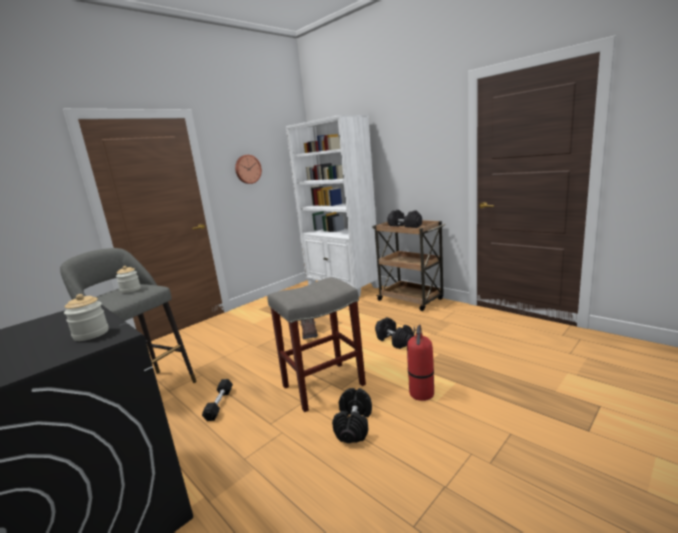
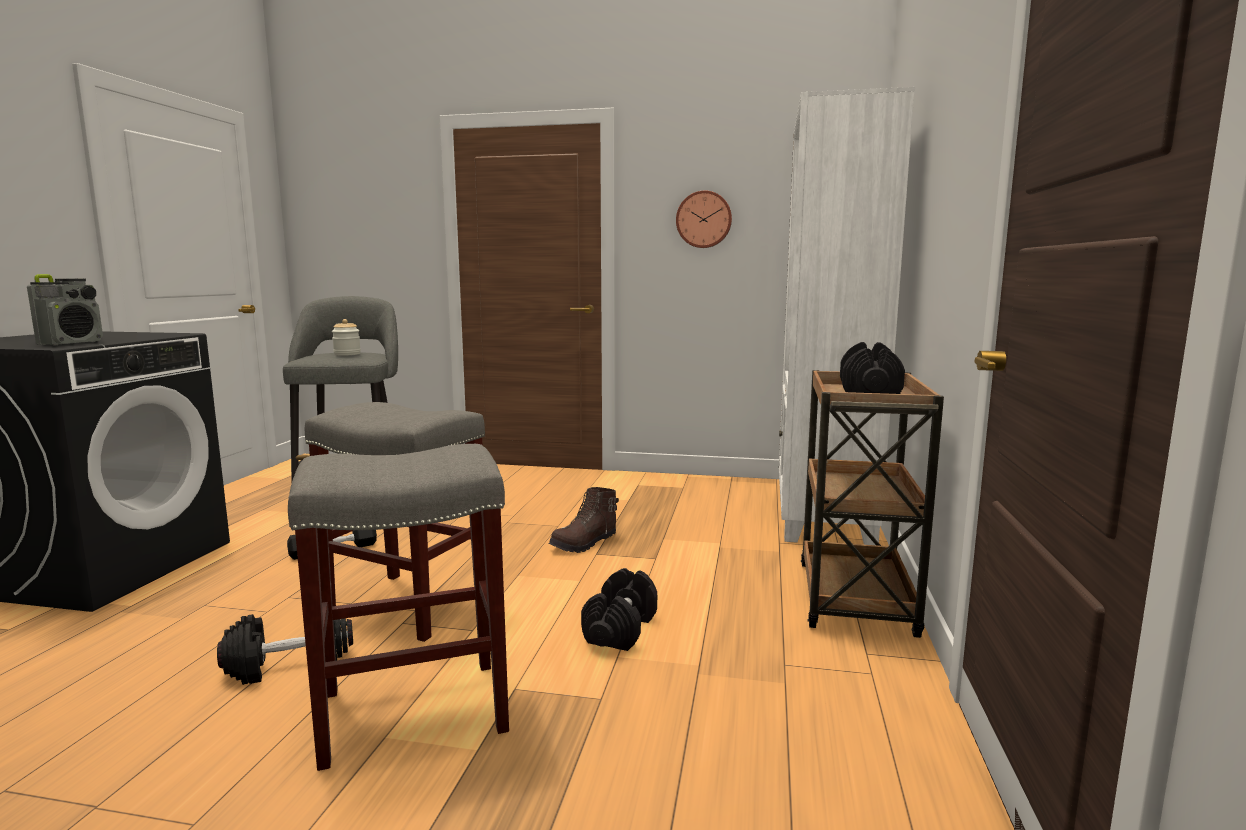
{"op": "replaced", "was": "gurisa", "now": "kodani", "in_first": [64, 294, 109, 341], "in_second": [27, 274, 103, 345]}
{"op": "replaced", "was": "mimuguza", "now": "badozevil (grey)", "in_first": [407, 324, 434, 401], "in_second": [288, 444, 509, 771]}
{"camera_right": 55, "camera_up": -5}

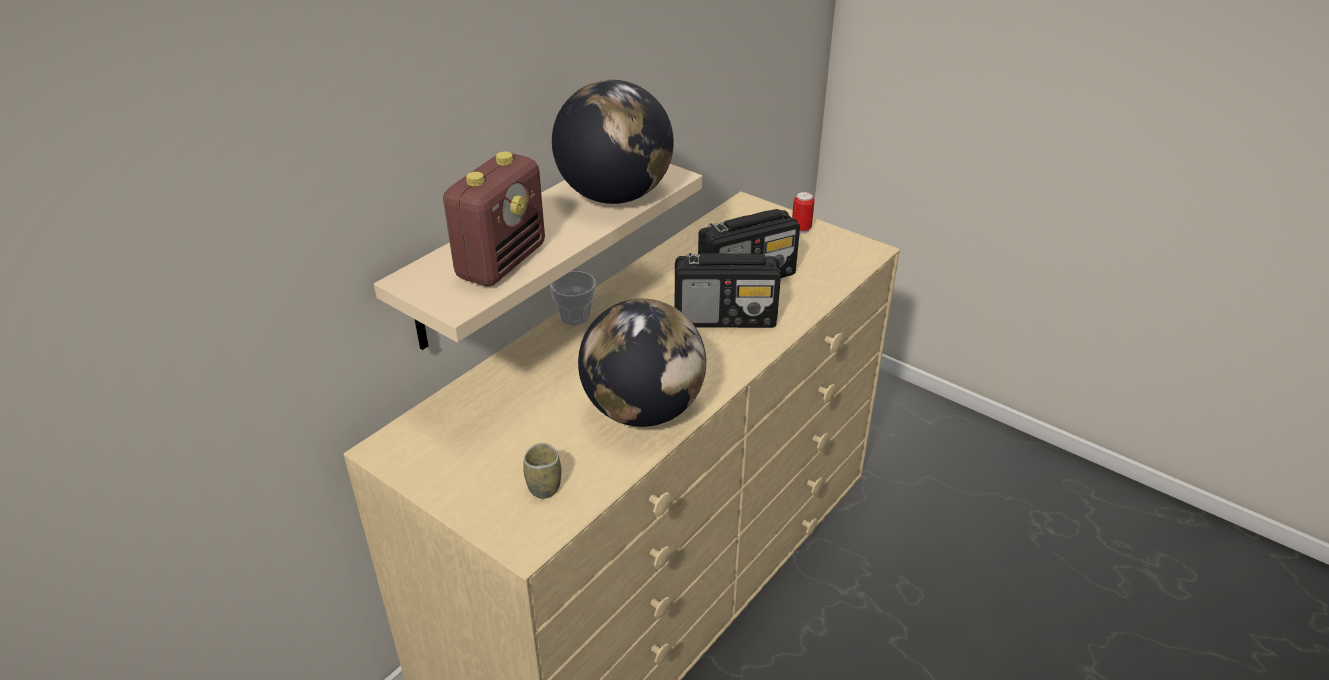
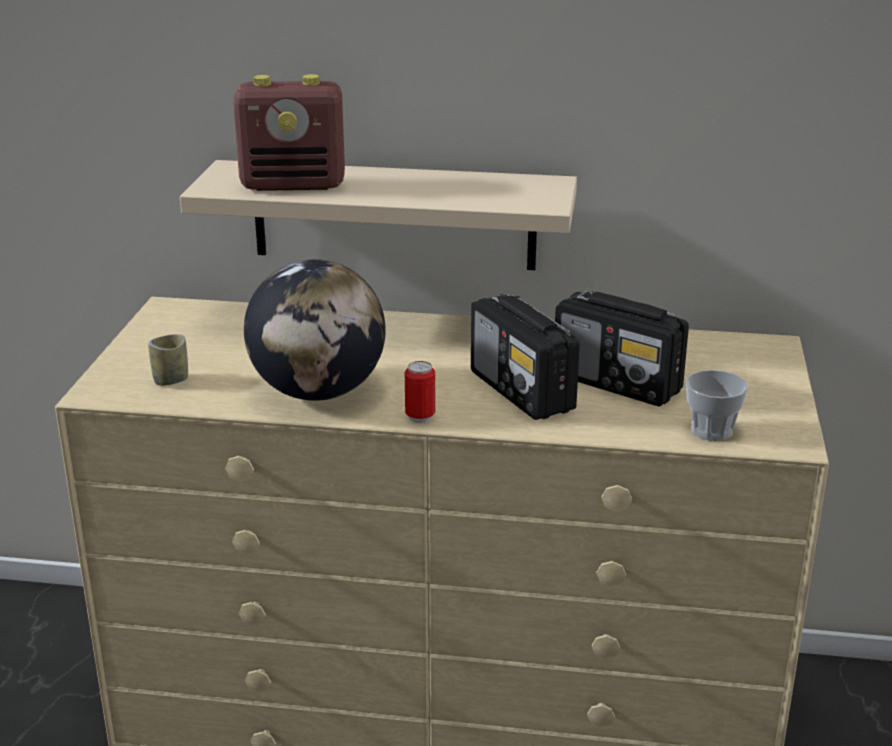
{"op": "moved", "was": "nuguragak", "in_first": [792, 192, 814, 233], "in_second": [405, 361, 435, 423]}
{"op": "moved", "was": "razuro", "in_first": [550, 271, 595, 325], "in_second": [686, 370, 748, 441]}
{"op": "removed", "was": "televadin", "in_first": [552, 80, 674, 204]}
{"camera_right": 60, "camera_up": -10}

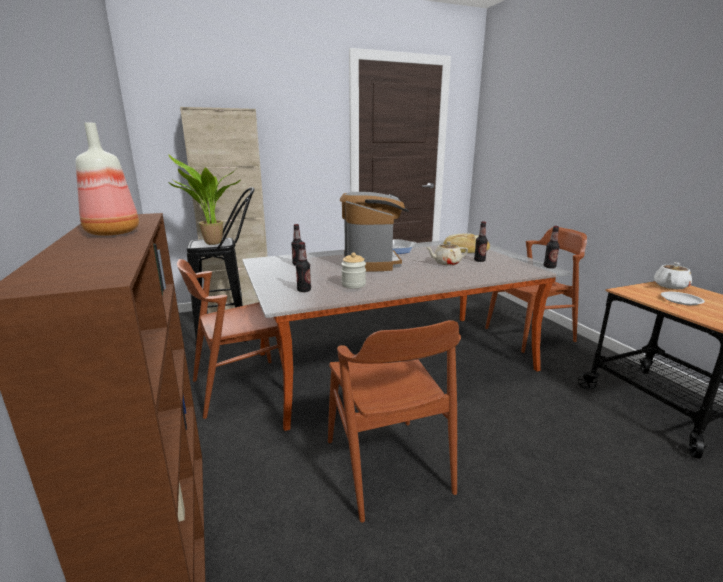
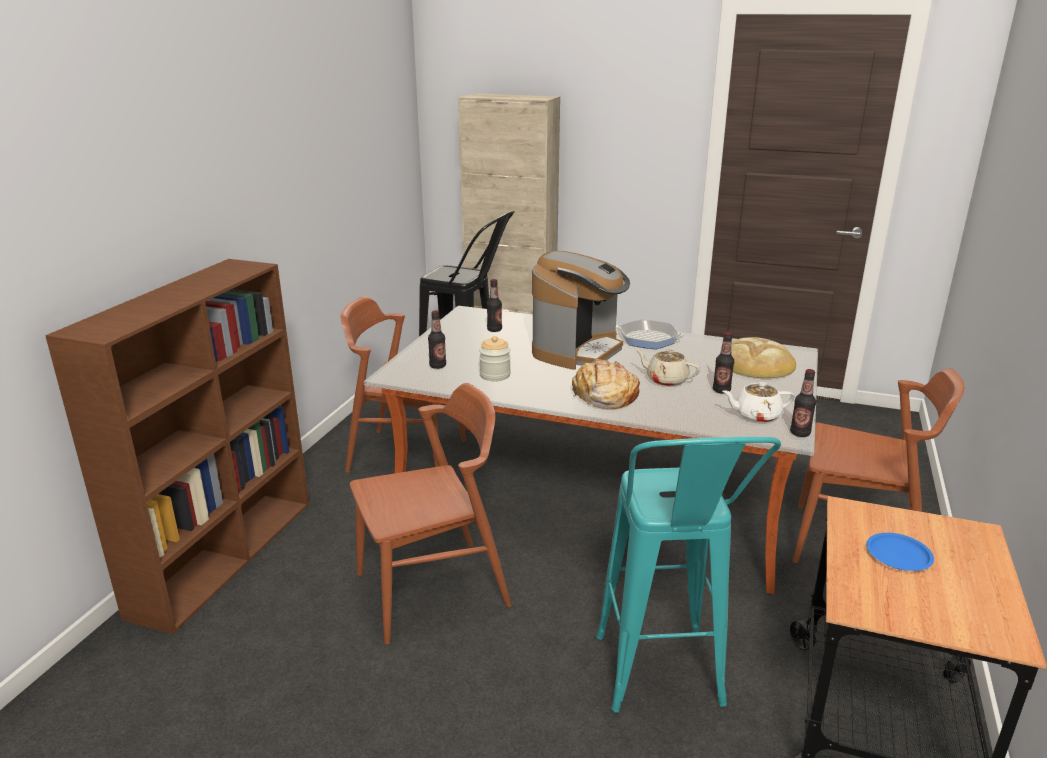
{"op": "turned", "was": "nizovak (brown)", "in_first": [328, 320, 461, 523], "in_second": [350, 383, 511, 644], "clockwise": -135}
{"op": "added", "now": "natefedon", "in_second": [572, 359, 640, 409]}
{"op": "added", "now": "badozevil (turquoise)", "in_second": [596, 437, 781, 713]}
{"op": "moved", "was": "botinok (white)", "in_first": [654, 262, 692, 289], "in_second": [722, 382, 795, 423]}
{"op": "recoloured", "was": "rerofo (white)", "now": "rerofo (blue)", "in_first": [661, 292, 705, 305], "in_second": [867, 533, 934, 571]}
{"op": "removed", "was": "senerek", "in_first": [76, 123, 139, 236]}
{"op": "removed", "was": "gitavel", "in_first": [168, 154, 241, 245]}
{"camera_right": 40, "camera_up": 5}

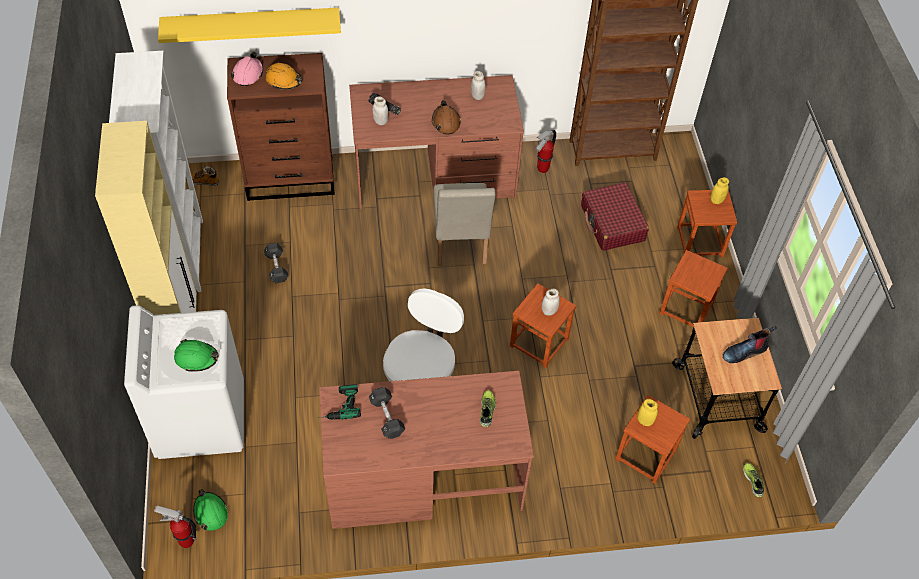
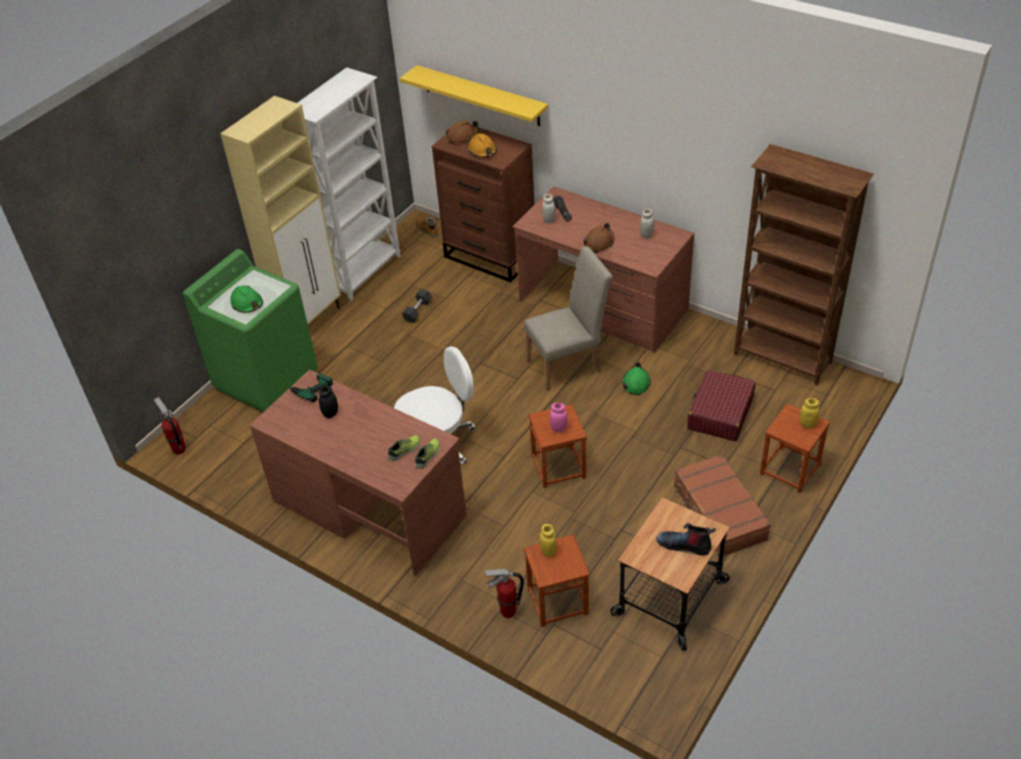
{"op": "recoloured", "was": "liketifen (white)", "now": "liketifen (green)", "in_first": [124, 305, 244, 459], "in_second": [183, 249, 318, 412]}
{"op": "replaced", "was": "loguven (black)", "now": "gurisa (black)", "in_first": [369, 387, 405, 439], "in_second": [319, 386, 338, 418]}
{"op": "moved", "was": "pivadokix", "in_first": [743, 463, 764, 497], "in_second": [415, 439, 440, 469]}
{"op": "recoloured", "was": "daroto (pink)", "now": "daroto (brown)", "in_first": [231, 52, 263, 86], "in_second": [446, 120, 479, 144]}
{"op": "moved", "was": "mimuguza", "in_first": [536, 130, 556, 173], "in_second": [484, 569, 524, 618]}
{"op": "turned", "was": "nizovak (beige)", "in_first": [433, 183, 496, 266], "in_second": [524, 246, 613, 391], "clockwise": -150}
{"op": "recoloured", "was": "gurisa (white)", "now": "gurisa (pink)", "in_first": [542, 288, 560, 316], "in_second": [550, 403, 568, 433]}
{"op": "moved", "was": "daroto (green)", "in_first": [193, 489, 228, 531], "in_second": [622, 362, 651, 395]}
{"op": "replaced", "was": "badozevil (brown)", "now": "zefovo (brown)", "in_first": [659, 250, 728, 327], "in_second": [674, 454, 771, 556]}
{"camera_right": 45, "camera_up": -10}

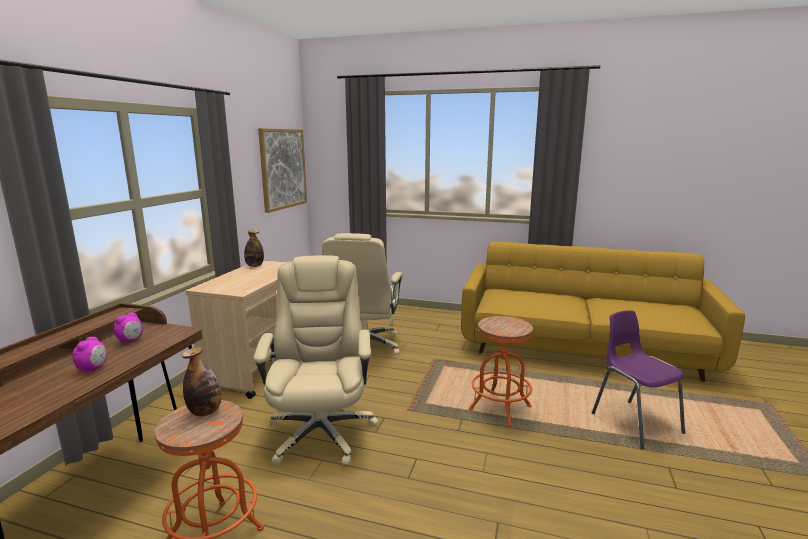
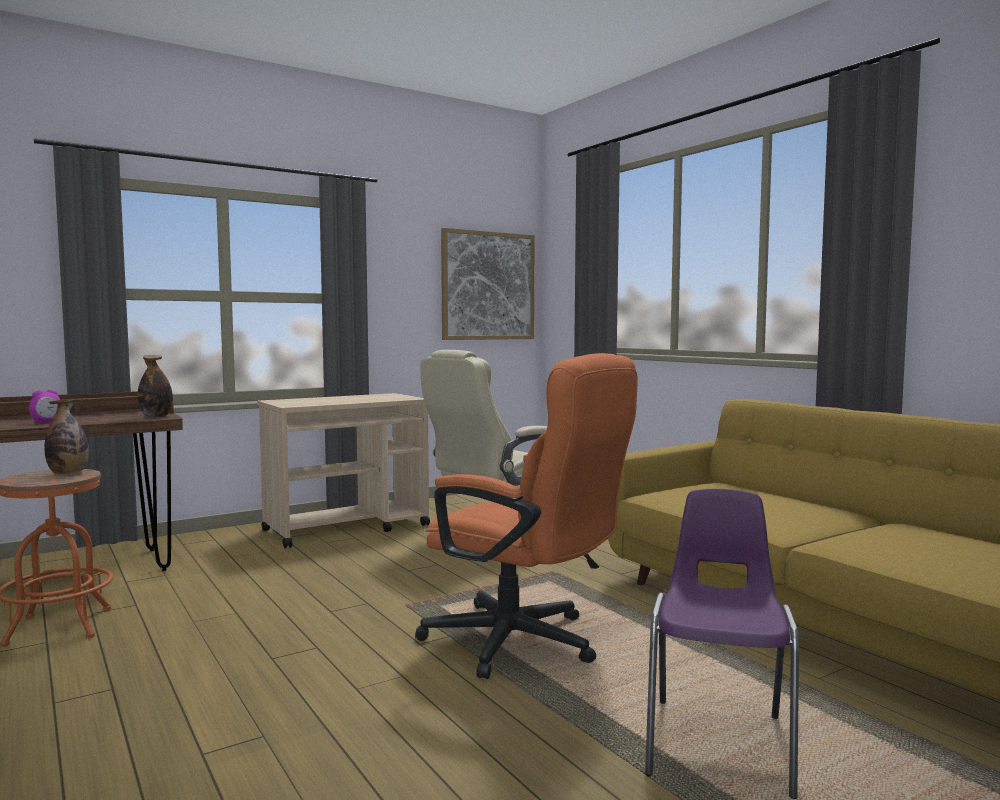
{"op": "moved", "was": "senerek", "in_first": [244, 230, 264, 267], "in_second": [138, 355, 173, 418]}
{"op": "replaced", "was": "badozevil (orange)", "now": "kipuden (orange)", "in_first": [469, 316, 533, 427], "in_second": [415, 353, 638, 679]}
{"op": "removed", "was": "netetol", "in_first": [114, 313, 143, 344]}
{"op": "removed", "was": "kipuden (beige)", "in_first": [254, 255, 378, 466]}
{"camera_right": 40, "camera_up": -10}

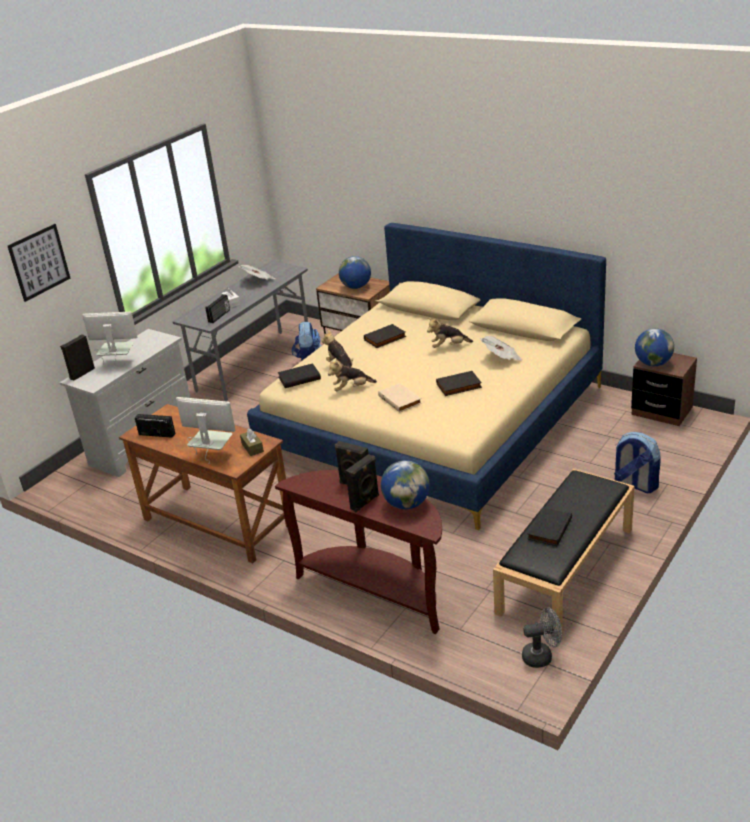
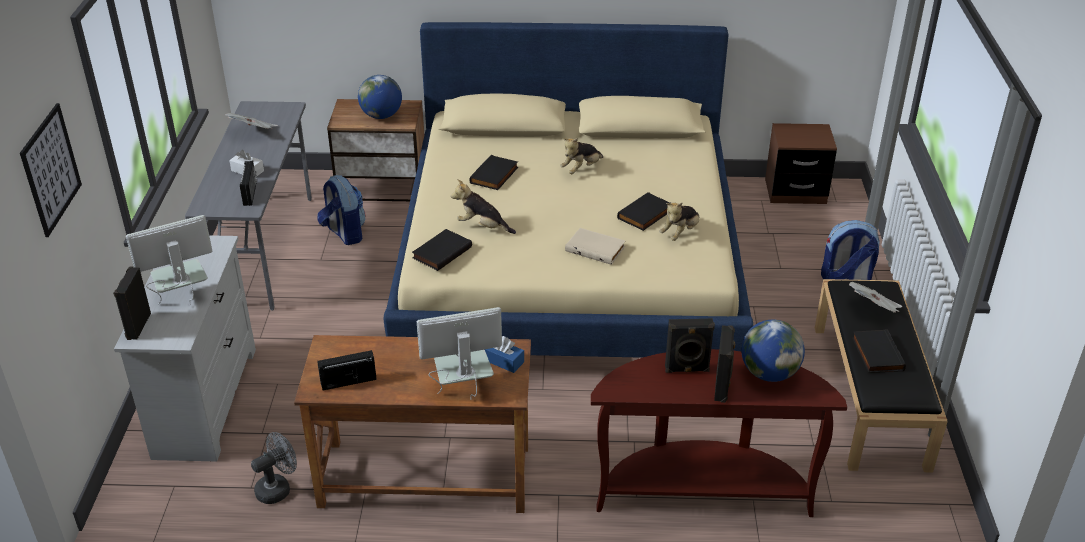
{"op": "moved", "was": "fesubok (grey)", "in_first": [522, 607, 562, 668], "in_second": [251, 432, 297, 504]}
{"op": "recoloured", "was": "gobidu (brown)", "now": "gobidu (blue)", "in_first": [240, 428, 264, 456], "in_second": [485, 336, 524, 373]}
{"op": "moved", "was": "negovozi", "in_first": [328, 360, 377, 391], "in_second": [659, 203, 700, 241]}
{"op": "moved", "was": "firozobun", "in_first": [480, 336, 522, 360], "in_second": [849, 282, 903, 313]}
{"op": "removed", "was": "televadin", "in_first": [635, 328, 674, 366]}
{"camera_right": -35, "camera_up": 5}

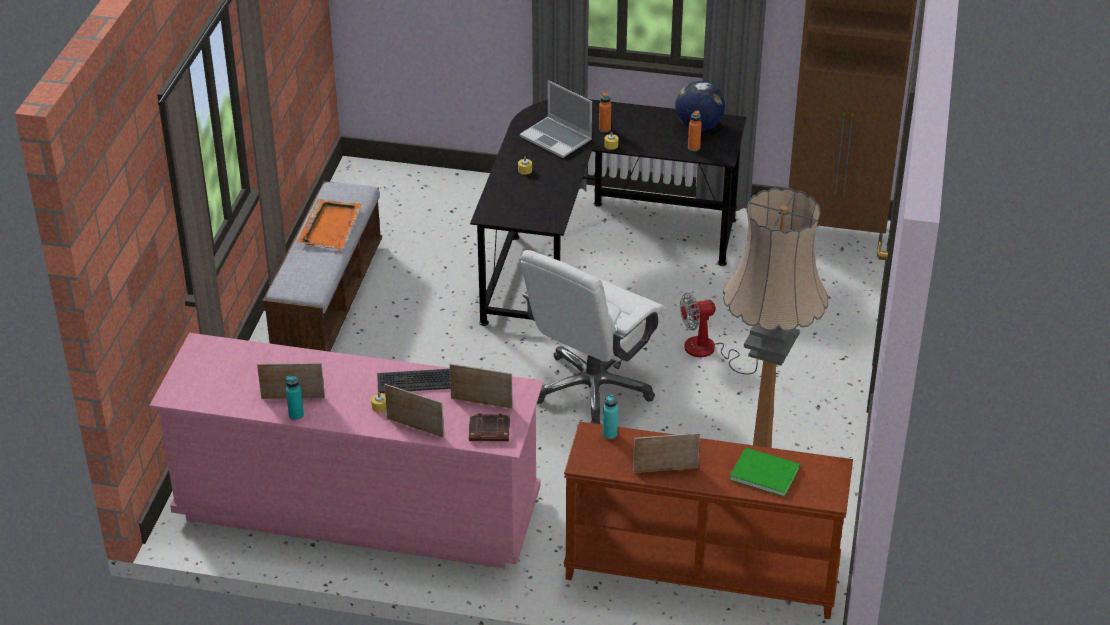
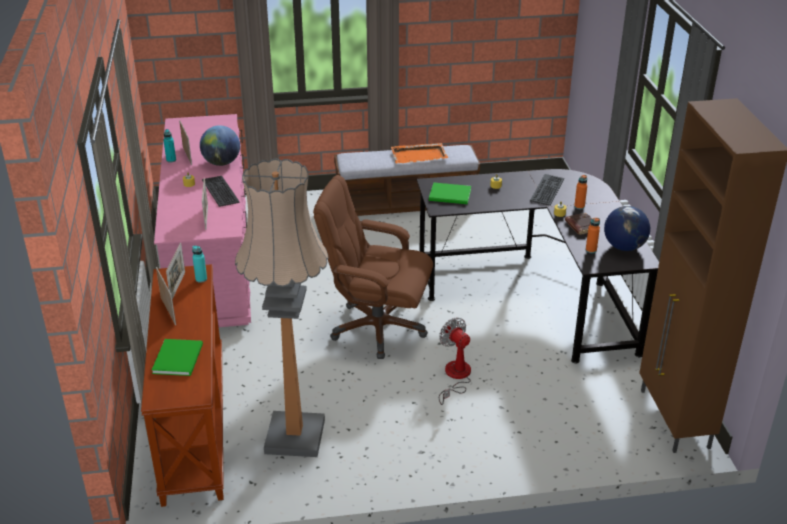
{"op": "moved", "was": "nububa", "in_first": [385, 384, 444, 438], "in_second": [166, 243, 185, 299]}
{"op": "added", "now": "televadin", "in_second": [200, 125, 240, 166]}
{"op": "recoloured", "was": "kipuden (white)", "now": "kipuden (brown)", "in_first": [520, 250, 666, 424], "in_second": [313, 175, 433, 359]}
{"op": "added", "now": "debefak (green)", "in_second": [429, 182, 471, 204]}
{"op": "replaced", "was": "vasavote", "now": "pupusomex", "in_first": [520, 80, 592, 158], "in_second": [530, 174, 564, 206]}
{"op": "moved", "was": "debefak (brown)", "in_first": [469, 414, 510, 442], "in_second": [565, 213, 600, 235]}
{"camera_right": 70, "camera_up": -5}

